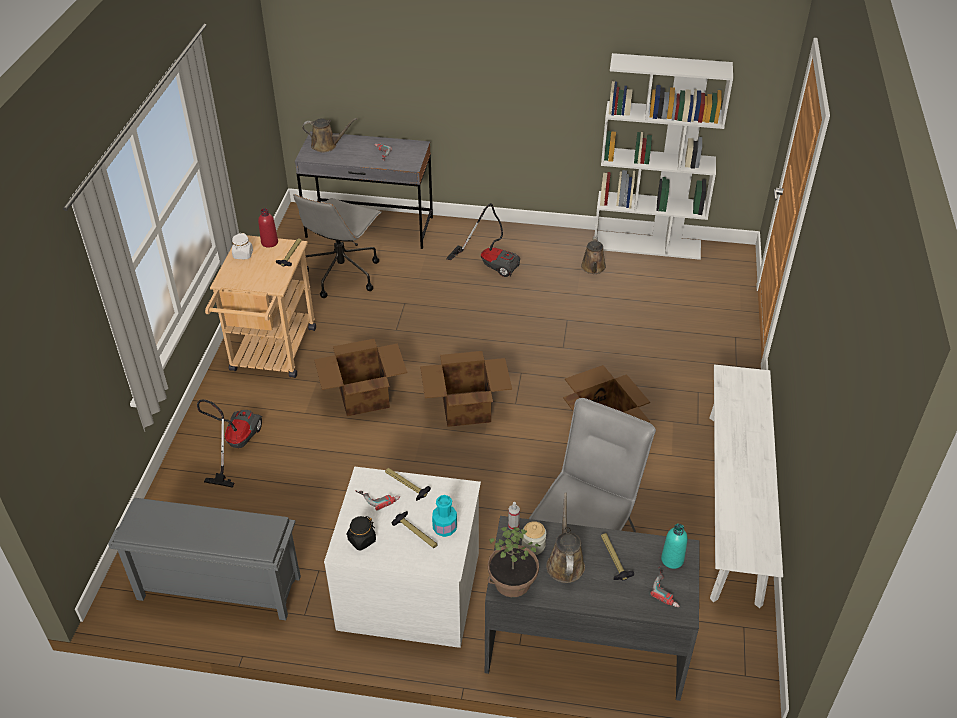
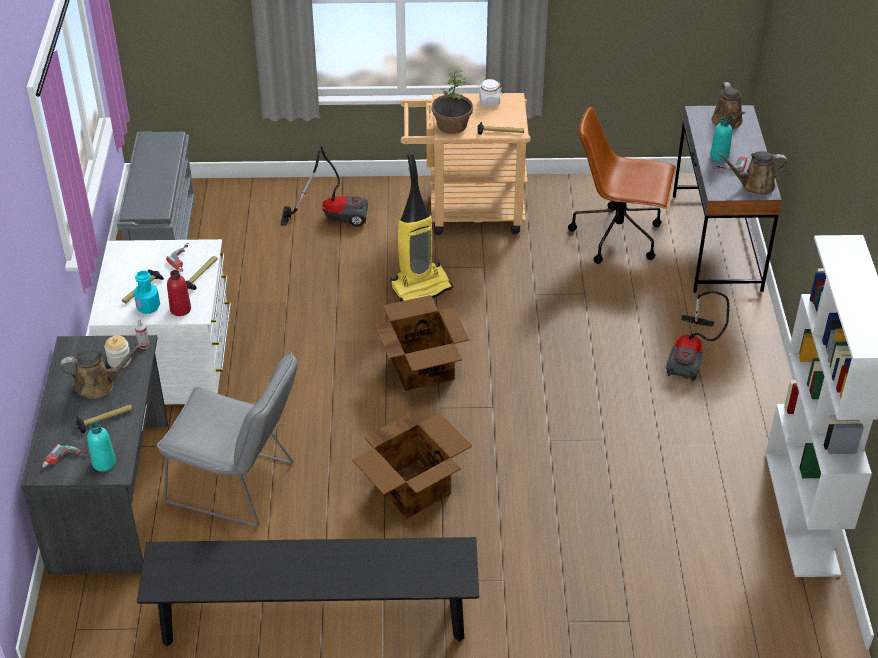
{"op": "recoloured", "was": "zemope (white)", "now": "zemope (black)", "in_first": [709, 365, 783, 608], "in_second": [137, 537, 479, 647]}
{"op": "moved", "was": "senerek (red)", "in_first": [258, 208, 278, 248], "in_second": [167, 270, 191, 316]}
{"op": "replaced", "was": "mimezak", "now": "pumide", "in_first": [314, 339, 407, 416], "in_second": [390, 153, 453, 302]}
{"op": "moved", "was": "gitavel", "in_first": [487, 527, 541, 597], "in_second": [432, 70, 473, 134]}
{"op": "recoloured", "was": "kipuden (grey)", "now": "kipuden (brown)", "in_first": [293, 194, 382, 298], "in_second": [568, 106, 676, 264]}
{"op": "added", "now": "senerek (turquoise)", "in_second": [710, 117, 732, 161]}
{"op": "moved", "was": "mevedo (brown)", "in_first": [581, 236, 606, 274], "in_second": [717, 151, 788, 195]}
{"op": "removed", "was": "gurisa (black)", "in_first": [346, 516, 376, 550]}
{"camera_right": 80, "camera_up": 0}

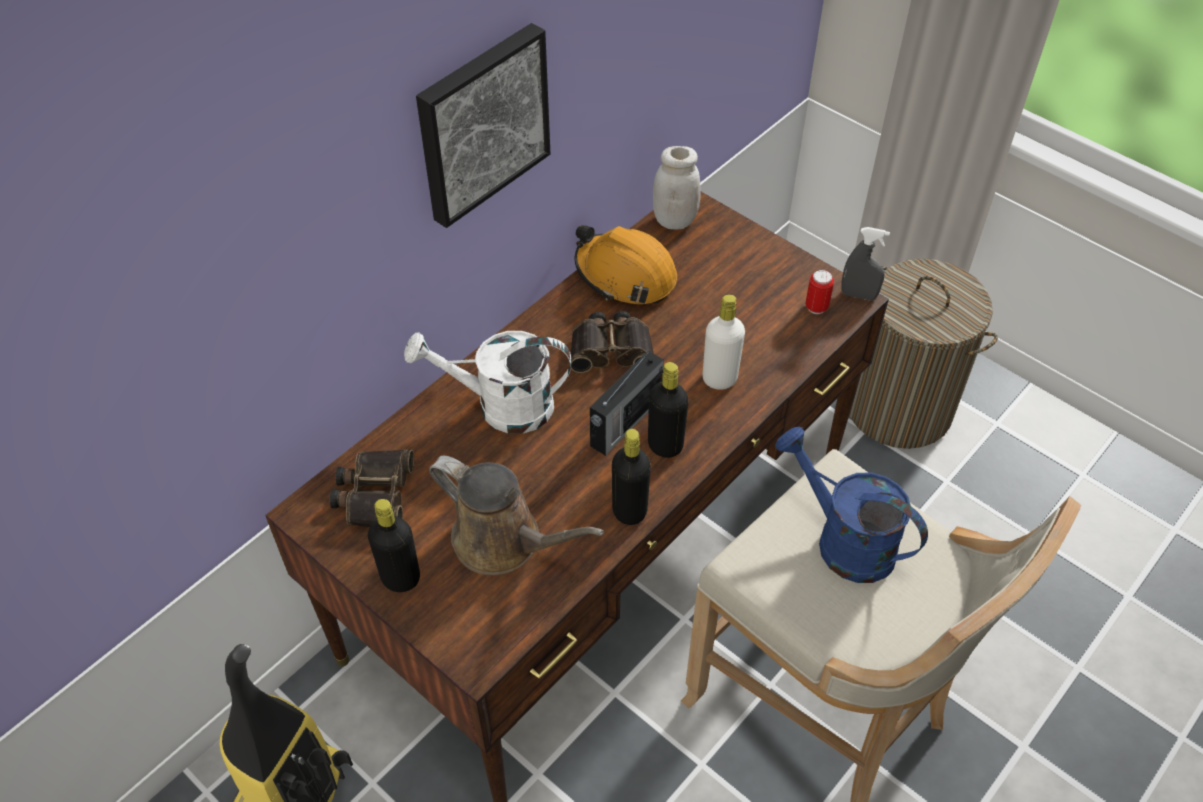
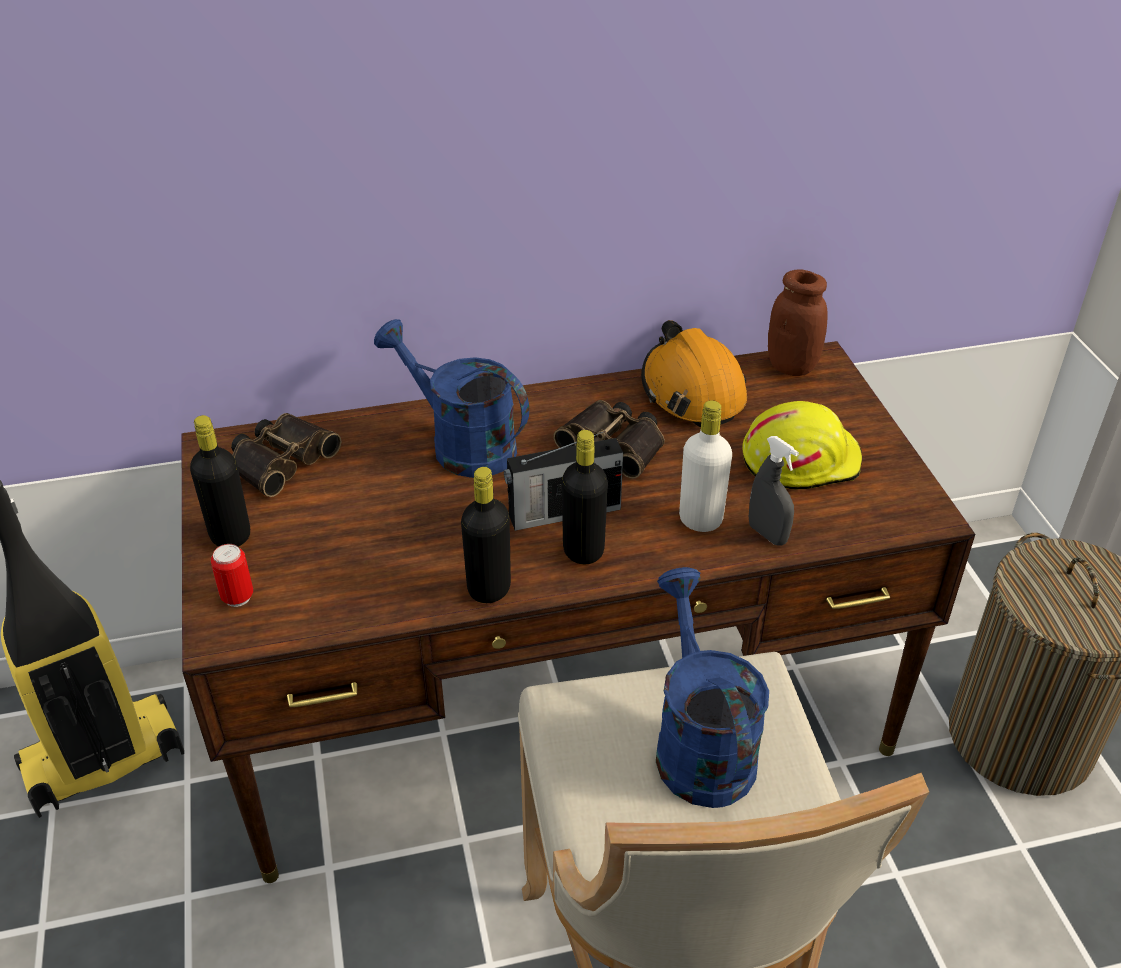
{"op": "moved", "was": "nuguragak", "in_first": [806, 269, 834, 314], "in_second": [211, 544, 253, 607]}
{"op": "recoloured", "was": "mevedo (white)", "now": "mevedo (blue)", "in_first": [404, 331, 571, 434], "in_second": [374, 319, 529, 478]}
{"op": "added", "now": "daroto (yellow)", "in_second": [743, 401, 862, 489]}
{"op": "moved", "was": "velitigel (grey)", "in_first": [841, 227, 890, 300], "in_second": [749, 436, 799, 546]}
{"op": "recoloured", "was": "gurisa (white)", "now": "gurisa (brown)", "in_first": [653, 146, 701, 230], "in_second": [768, 269, 827, 376]}
{"op": "removed", "was": "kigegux", "in_first": [416, 23, 551, 228]}
{"op": "removed", "was": "mevedo (brown)", "in_first": [429, 456, 604, 575]}
{"camera_right": 35, "camera_up": -10}

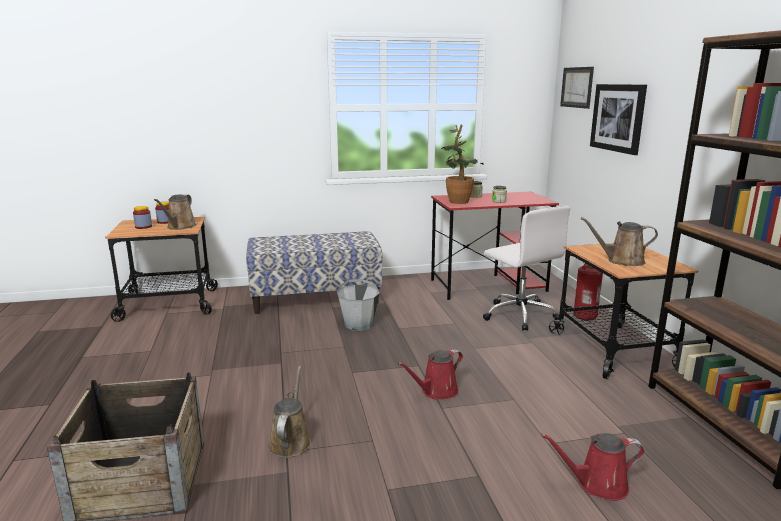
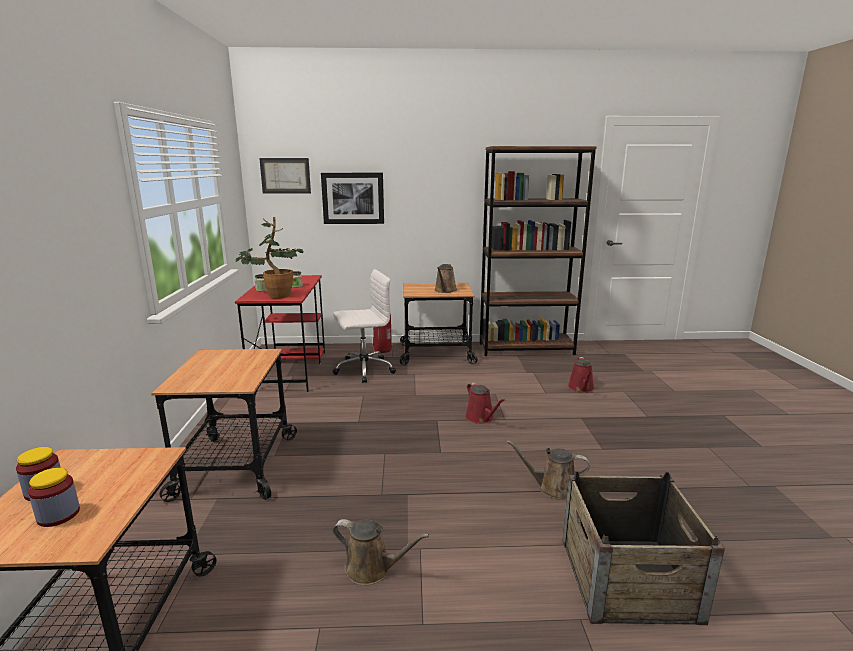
{"op": "replaced", "was": "zemope", "now": "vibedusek", "in_first": [246, 231, 382, 314], "in_second": [151, 349, 297, 502]}
{"op": "moved", "was": "mevedo (brown)", "in_first": [154, 194, 197, 230], "in_second": [333, 519, 429, 586]}
{"op": "removed", "was": "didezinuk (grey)", "in_first": [337, 279, 380, 331]}
{"camera_right": -80, "camera_up": 0}

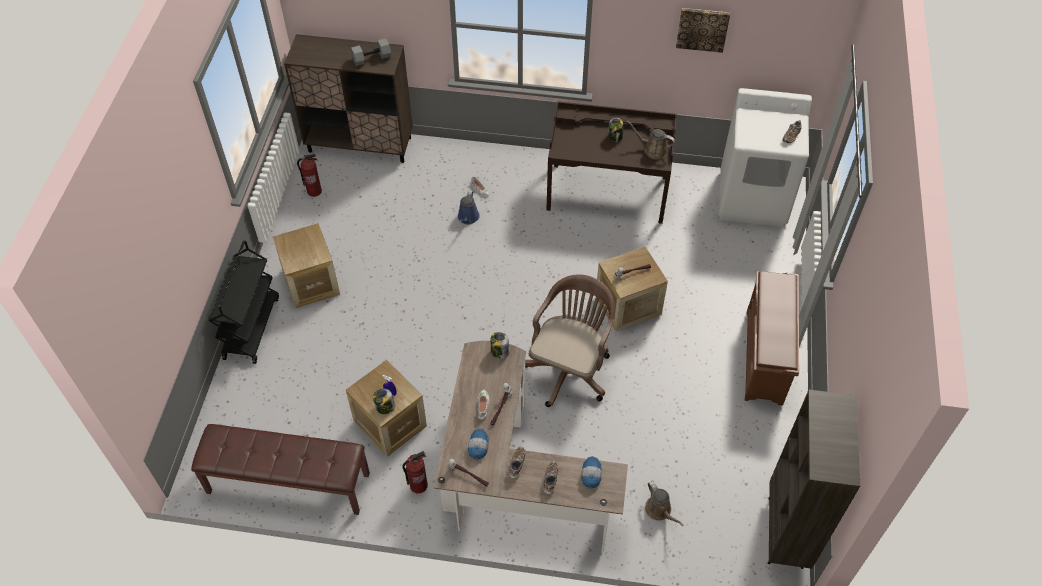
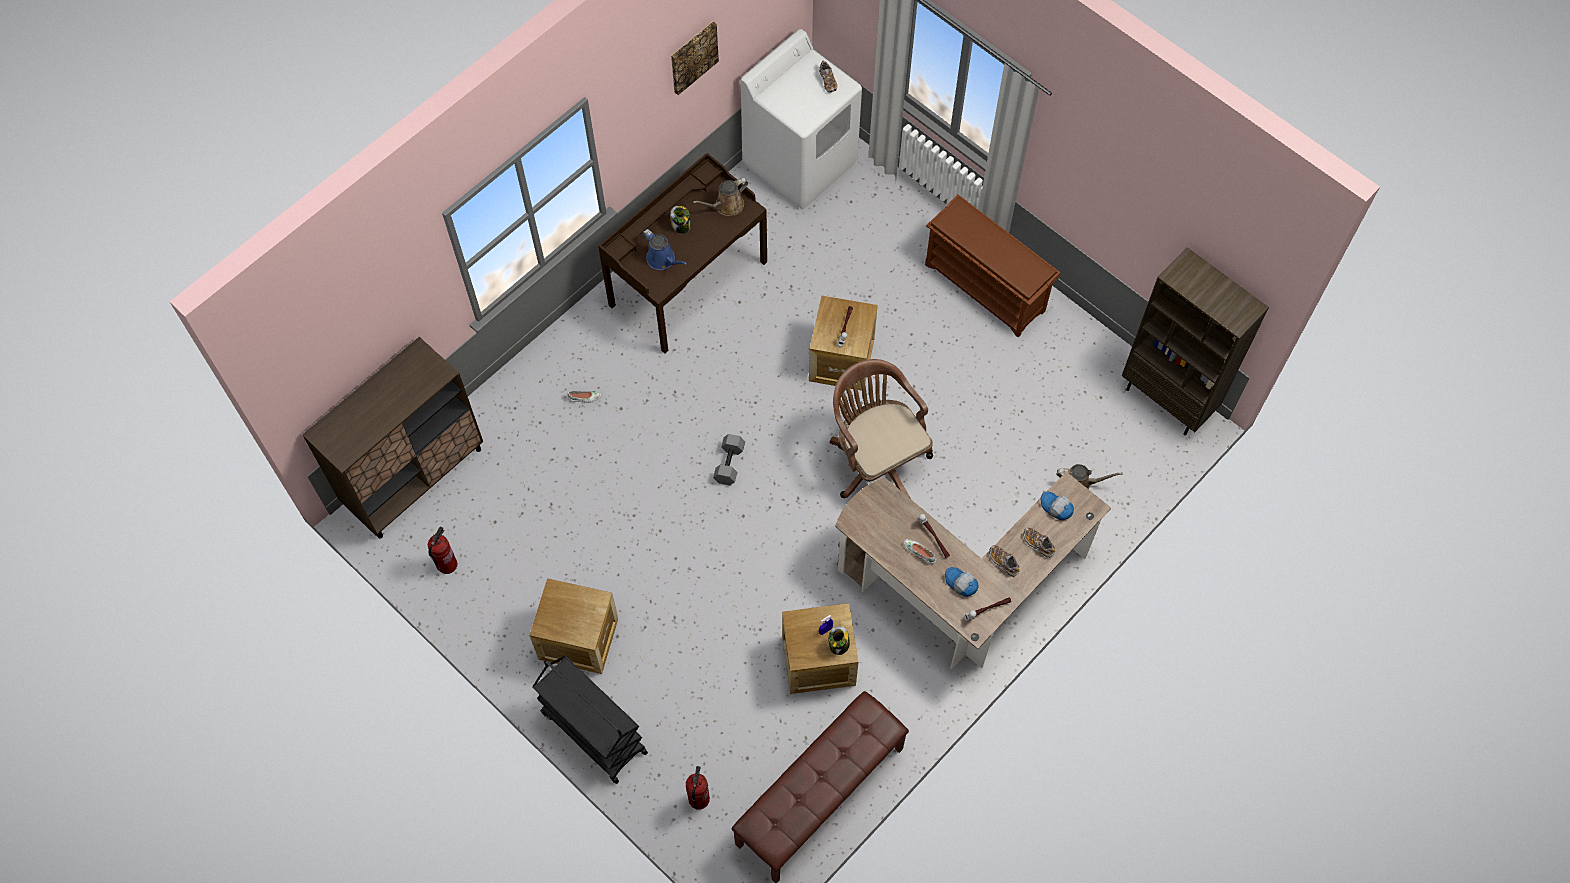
{"op": "moved", "was": "mevedo (blue)", "in_first": [458, 191, 480, 224], "in_second": [643, 229, 687, 270]}
{"op": "moved", "was": "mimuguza", "in_first": [402, 451, 428, 494], "in_second": [686, 766, 710, 810]}
{"op": "moved", "was": "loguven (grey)", "in_first": [351, 38, 391, 66], "in_second": [713, 434, 745, 485]}
{"op": "removed", "was": "gurisa", "in_first": [491, 332, 509, 359]}
{"camera_right": -55, "camera_up": 10}

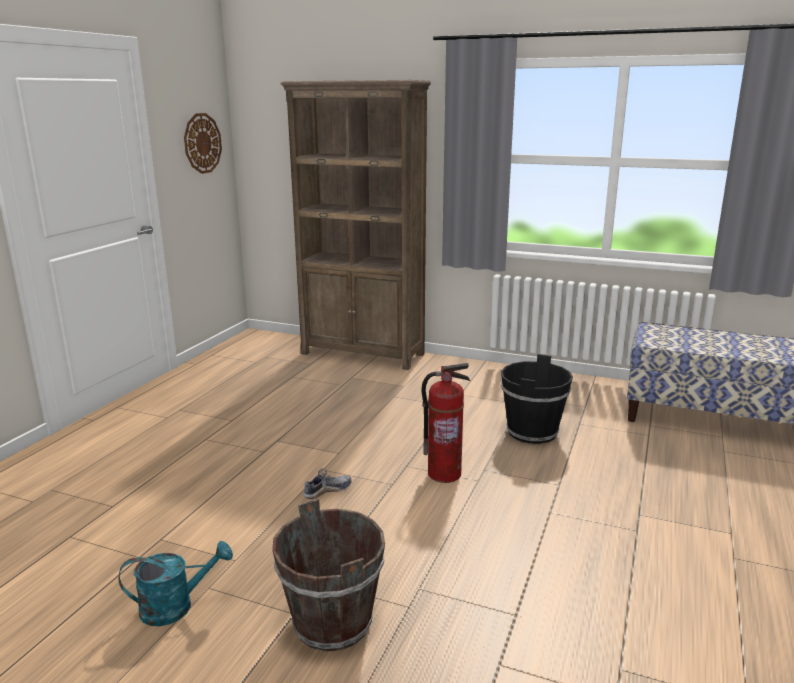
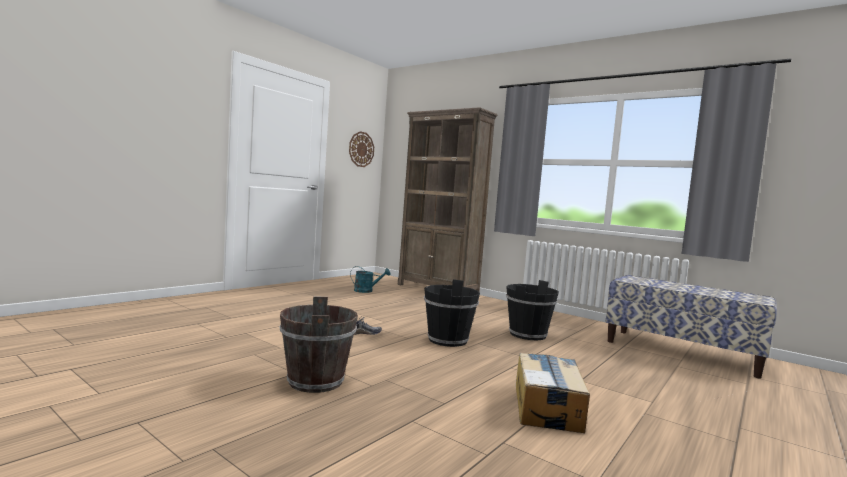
{"op": "moved", "was": "mevedo (turquoise)", "in_first": [119, 541, 233, 626], "in_second": [350, 266, 391, 293]}
{"op": "replaced", "was": "mimuguza", "now": "didezinuk (black)", "in_first": [421, 363, 470, 483], "in_second": [424, 279, 480, 347]}
{"op": "added", "now": "mimezak", "in_second": [516, 353, 590, 433]}
{"camera_right": 15, "camera_up": -15}

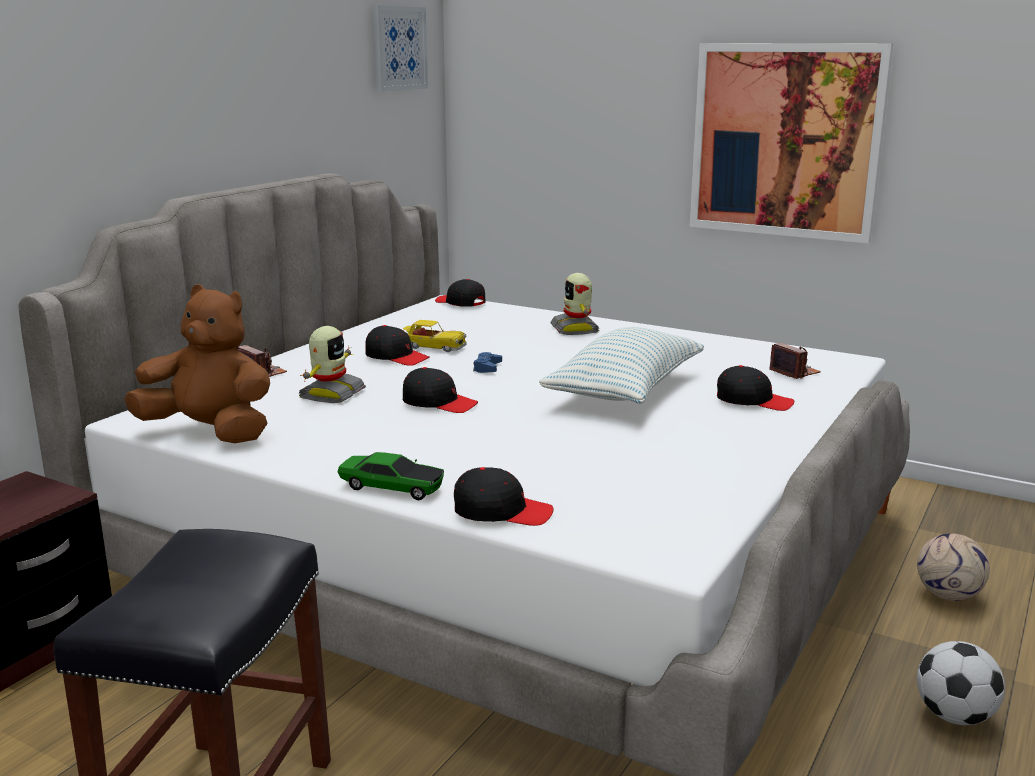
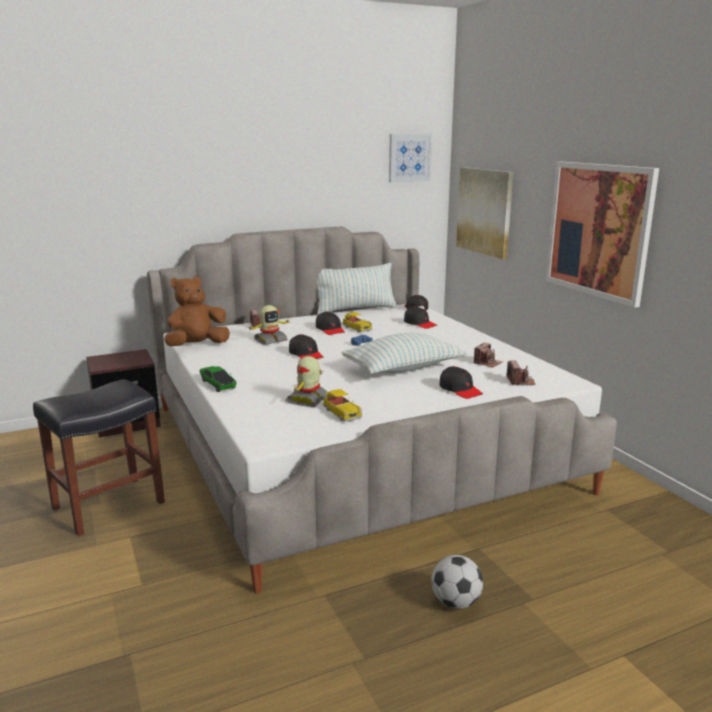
{"op": "turned", "was": "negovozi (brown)", "in_first": [124, 284, 270, 443], "in_second": [164, 277, 230, 346], "clockwise": -90}
{"op": "moved", "was": "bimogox", "in_first": [551, 273, 599, 335], "in_second": [285, 356, 327, 407]}
{"op": "added", "now": "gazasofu", "in_second": [317, 263, 397, 315]}
{"op": "added", "now": "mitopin", "in_second": [323, 389, 362, 422]}
{"op": "moved", "was": "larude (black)", "in_first": [454, 467, 554, 526], "in_second": [404, 306, 437, 329]}
{"op": "added", "now": "kigegux", "in_second": [456, 167, 513, 259]}
{"op": "added", "now": "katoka", "in_second": [474, 343, 503, 367]}
{"op": "removed", "was": "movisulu", "in_first": [917, 533, 990, 601]}
{"camera_right": 35, "camera_up": 0}

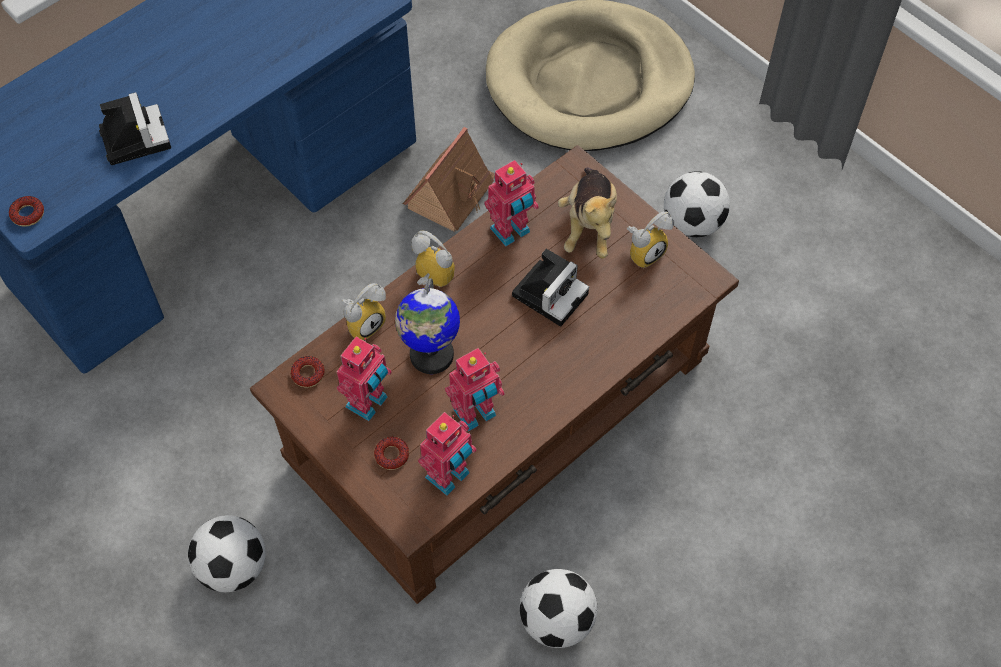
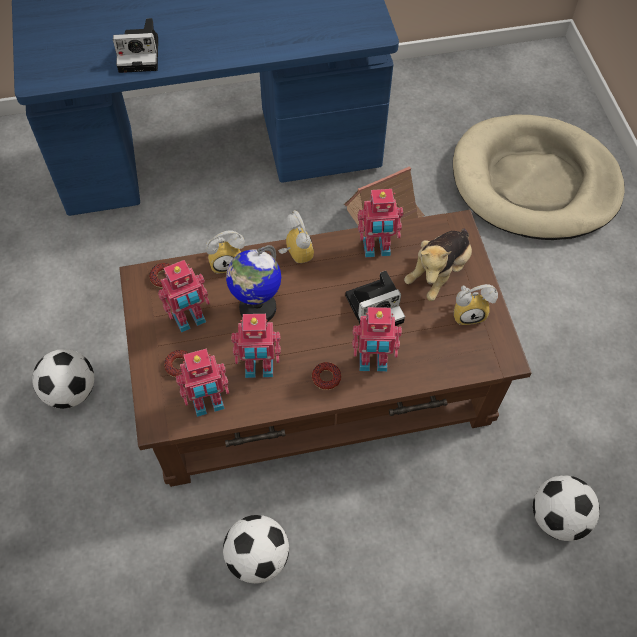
{"op": "turned", "was": "katoka", "in_first": [99, 92, 171, 165], "in_second": [113, 18, 158, 73], "clockwise": 75}
{"op": "moved", "was": "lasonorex", "in_first": [9, 196, 44, 227], "in_second": [312, 362, 341, 390]}
{"op": "added", "now": "bimogox", "in_second": [352, 307, 402, 372]}
{"op": "moved", "was": "movisulu", "in_first": [664, 171, 730, 237], "in_second": [533, 475, 600, 541]}
{"camera_right": 30, "camera_up": 0}

